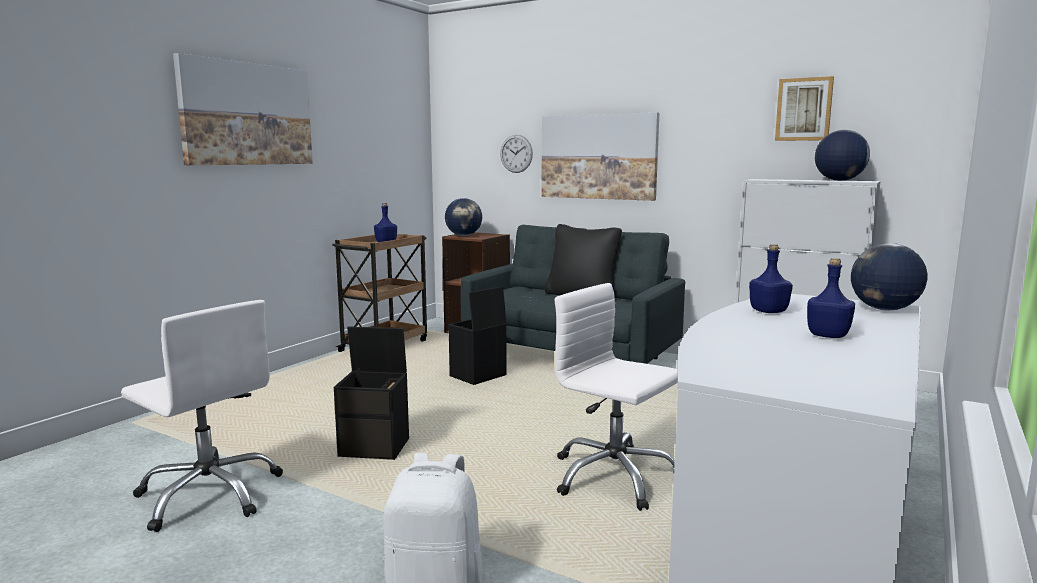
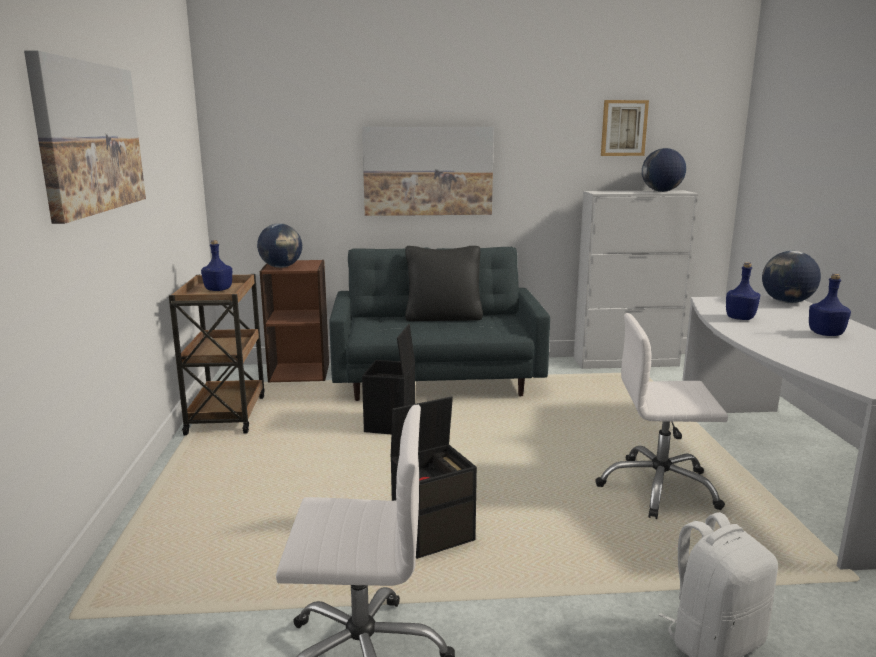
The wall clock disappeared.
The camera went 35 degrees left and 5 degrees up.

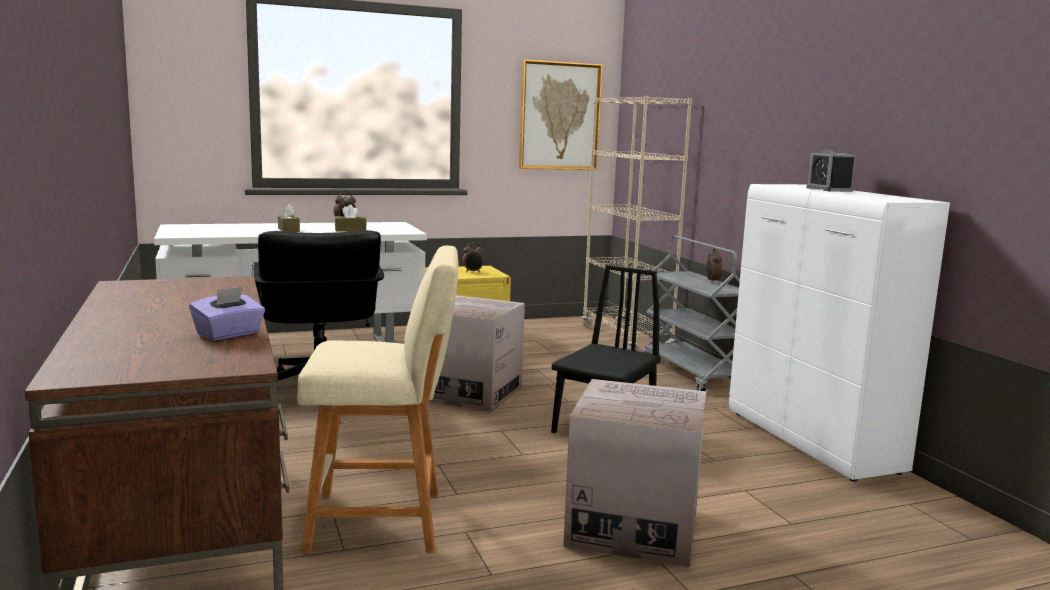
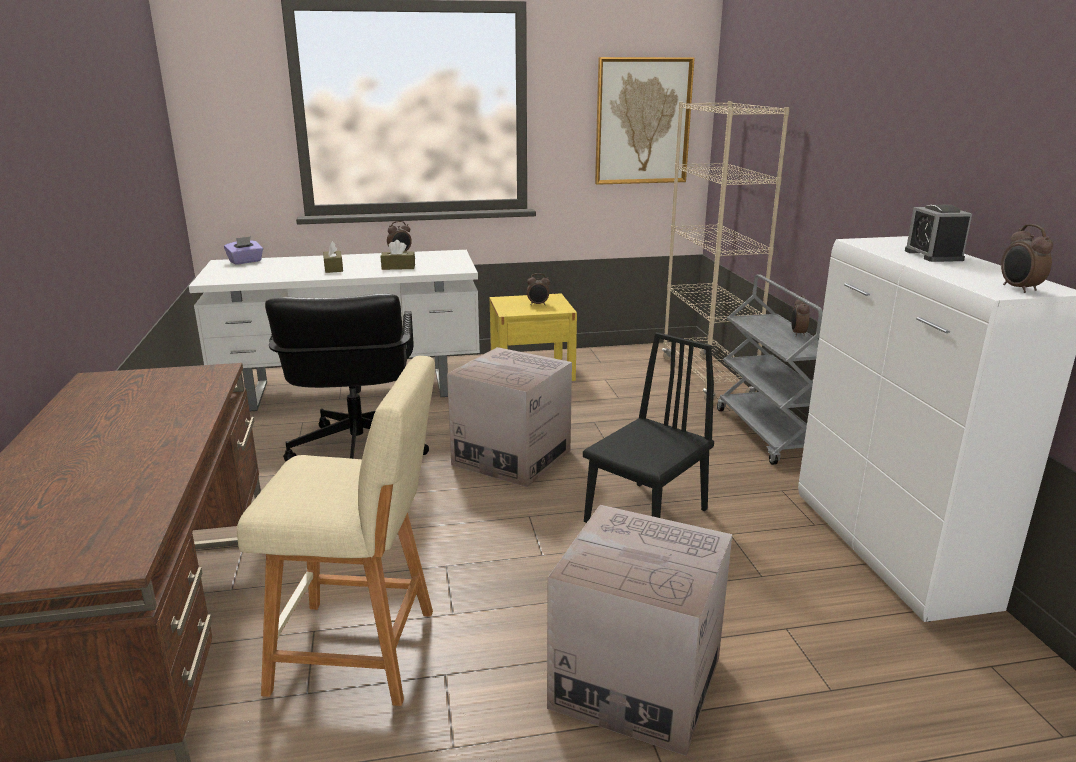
The bedside clock (5th from left) appeared.
The tissue holder (purple) moved.
The camera went 10 degrees right and 10 degrees up.

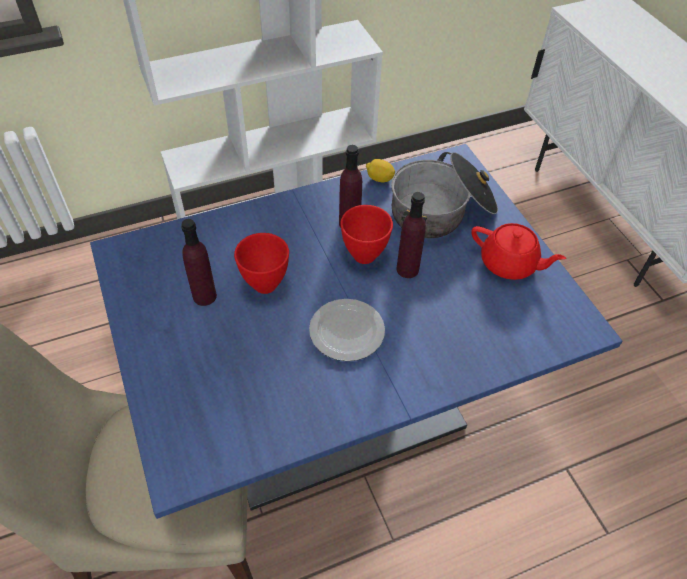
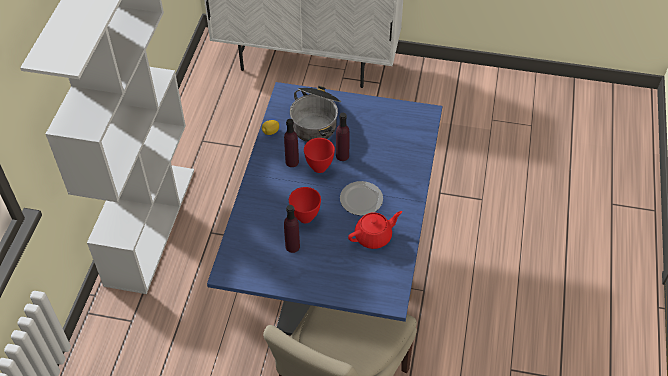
The teapot (reddish) moved.
The camera went 55 degrees left and 0 degrees up.

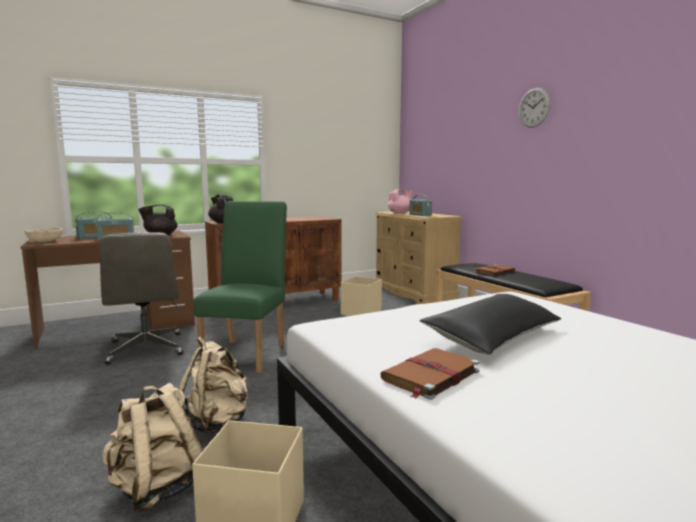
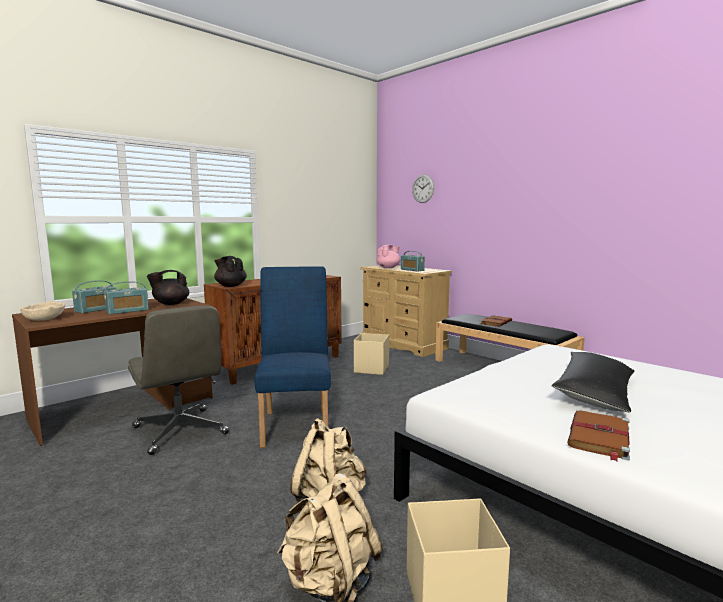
The wall clock moved.
The plain chair (green) became the plain chair (blue).
The camera went 15 degrees left and 0 degrees up.

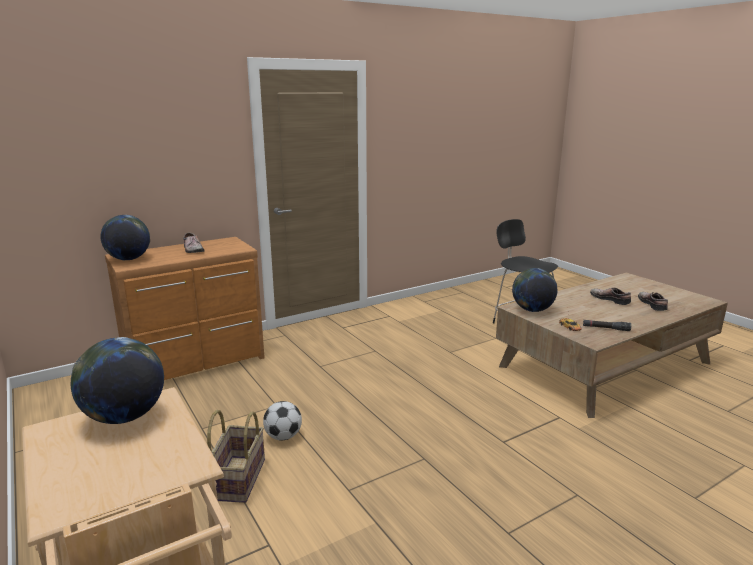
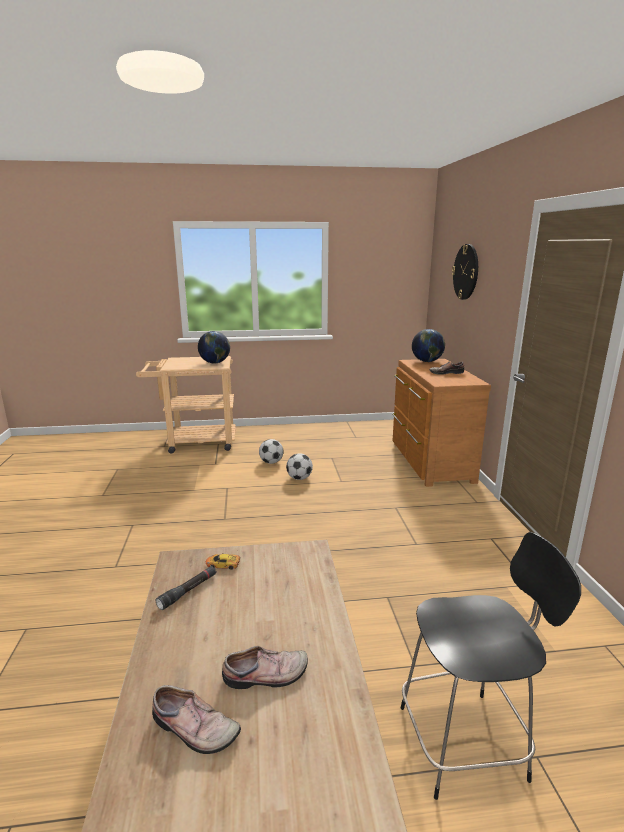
The world globe (3rd from left) disappeared.
The wall clock appeared.
The basket was replaced by the ball for football (1st from left).
The camera went 115 degrees right and 0 degrees up.

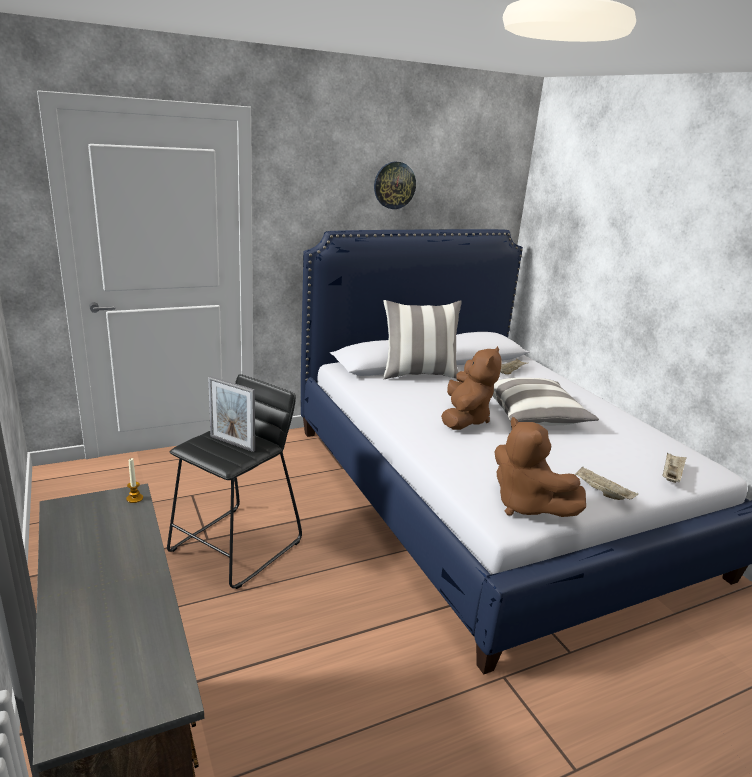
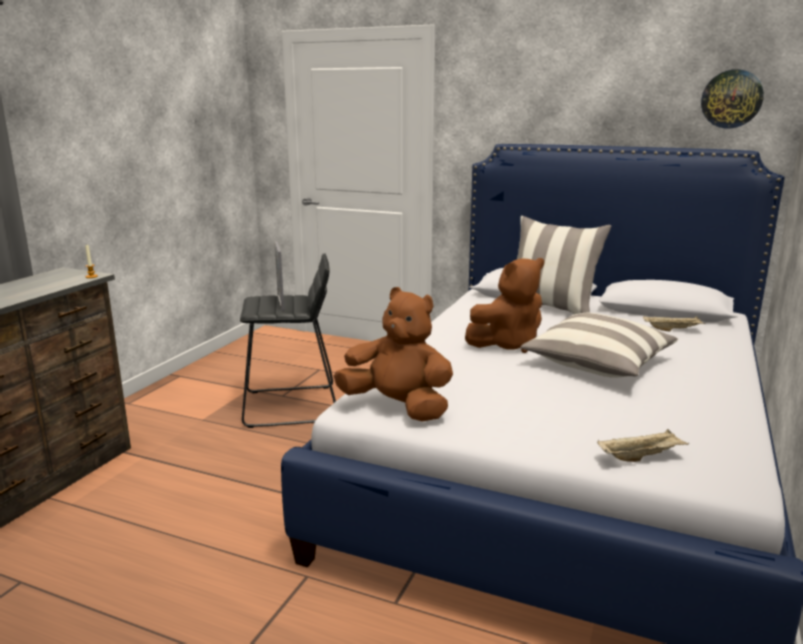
The tray (beige) (2nd from left) disappeared.
The wall clock moved.
The plush toy (brown) (2nd from left in the first image) turned 105 degrees clockwise.
The camera went 50 degrees right and 5 degrees down.

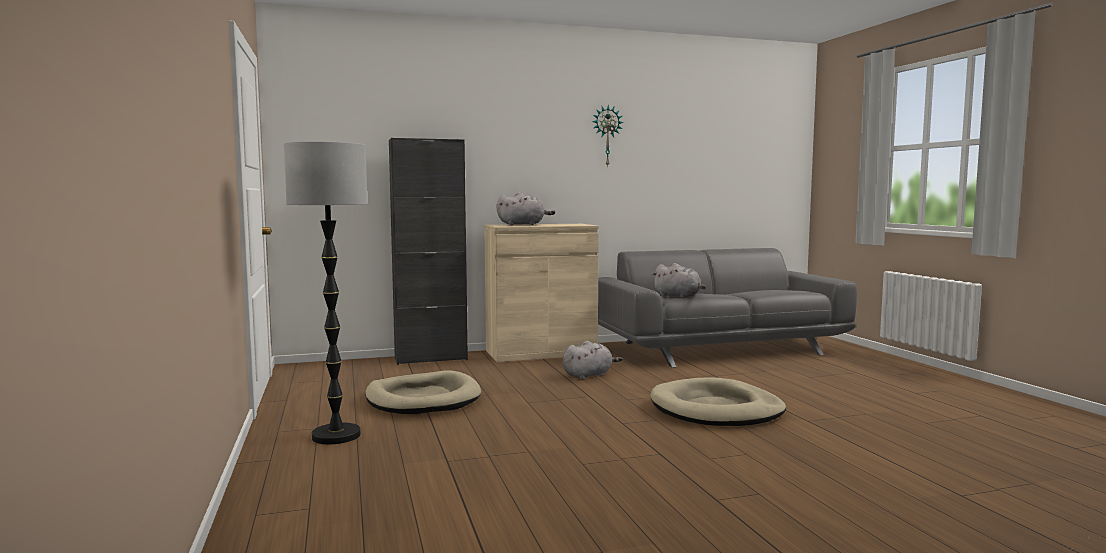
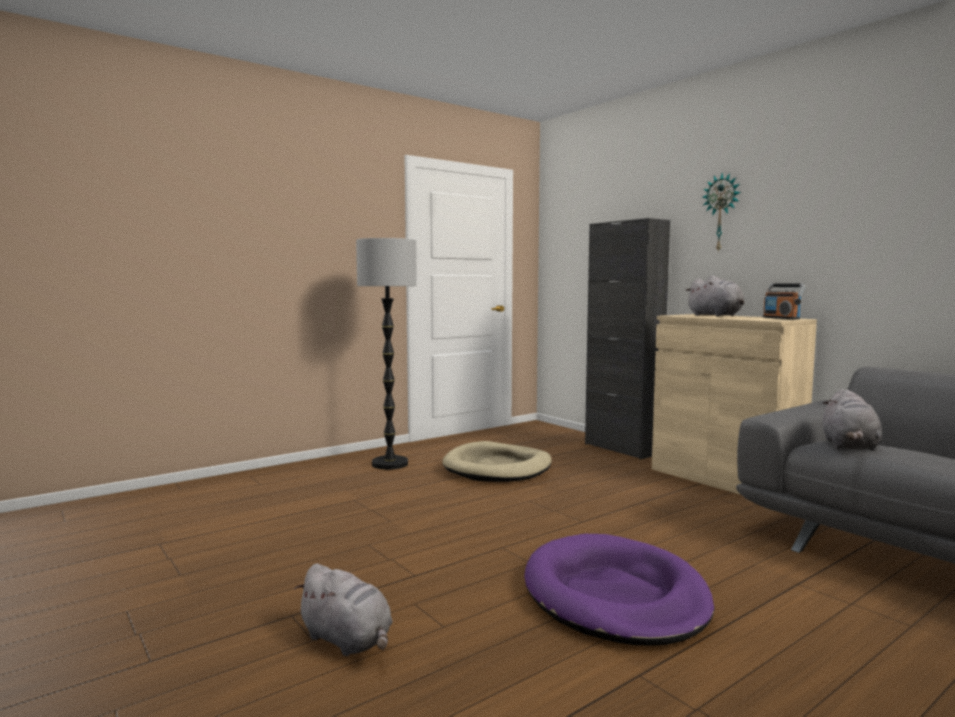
The radio appeared.
The plush toy (greyish) (2nd from left in the first image) moved.
The wall clock moved.
The dog cushion (beige) (2nd from left) became the dog cushion (purple).
The camera went 70 degrees right and 0 degrees up.

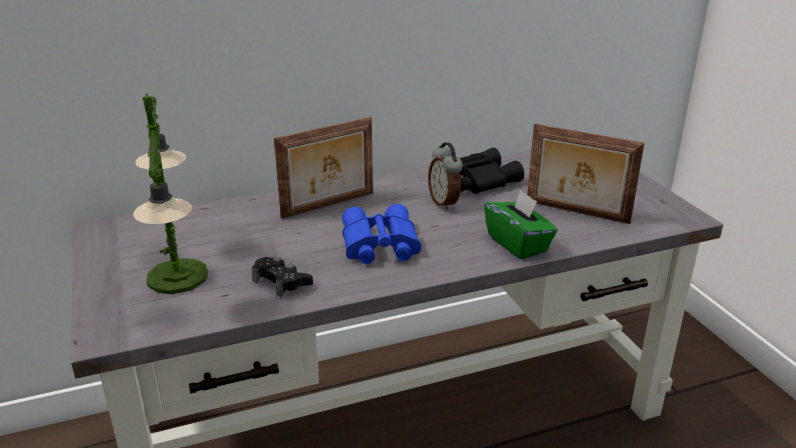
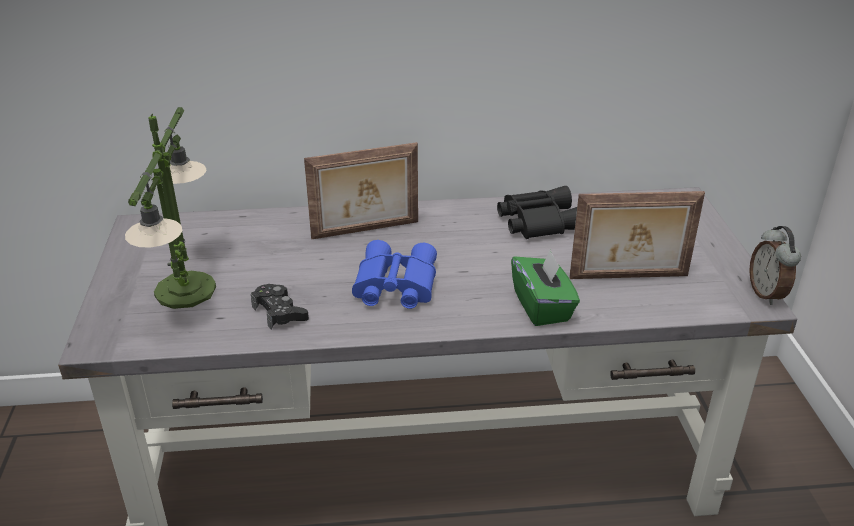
The bedside clock moved.
The photo frame (2nd from left) turned 45 degrees counterclockwise.
The camera went 15 degrees right and 5 degrees up.

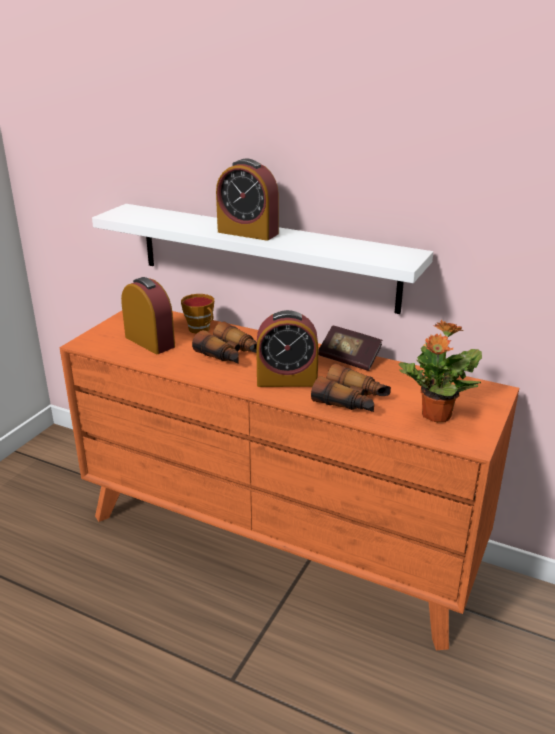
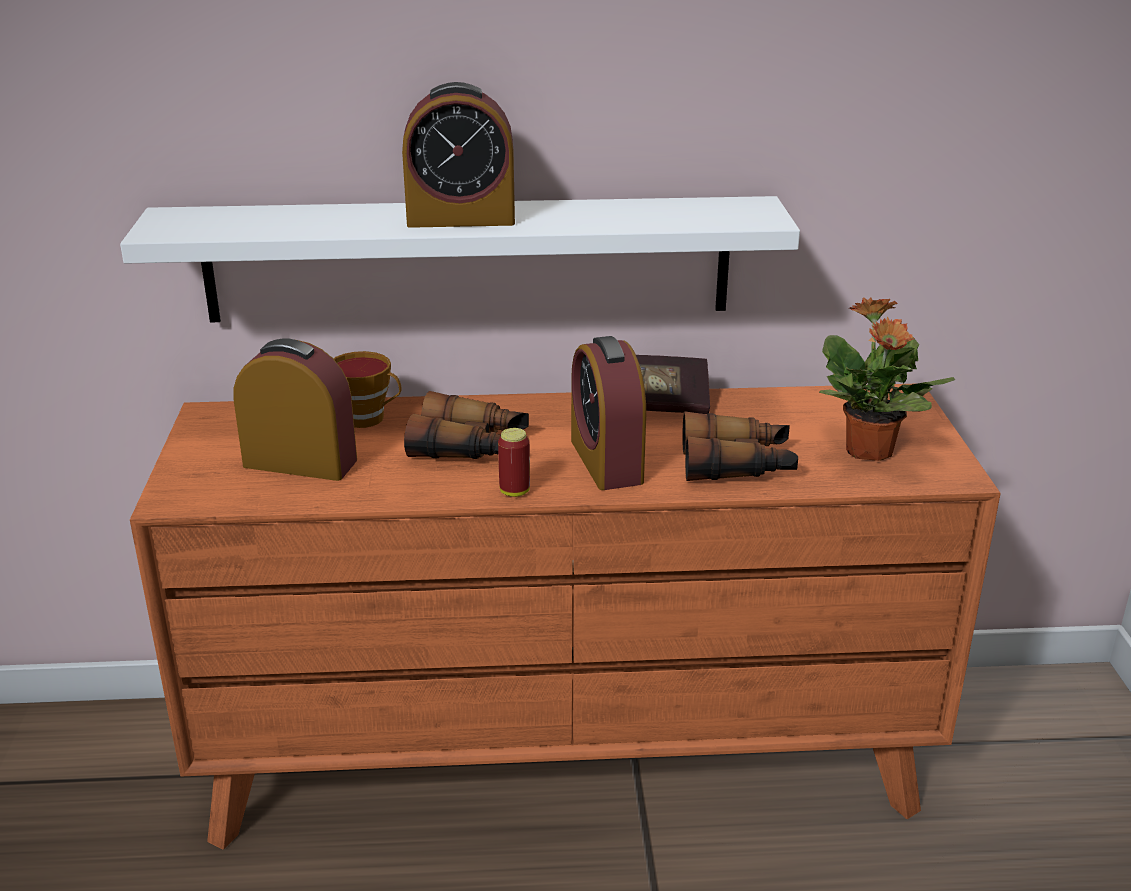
The sealed can appeared.
The bedside clock (3rd from left) turned 105 degrees clockwise.
The camera went 30 degrees left and 0 degrees up.

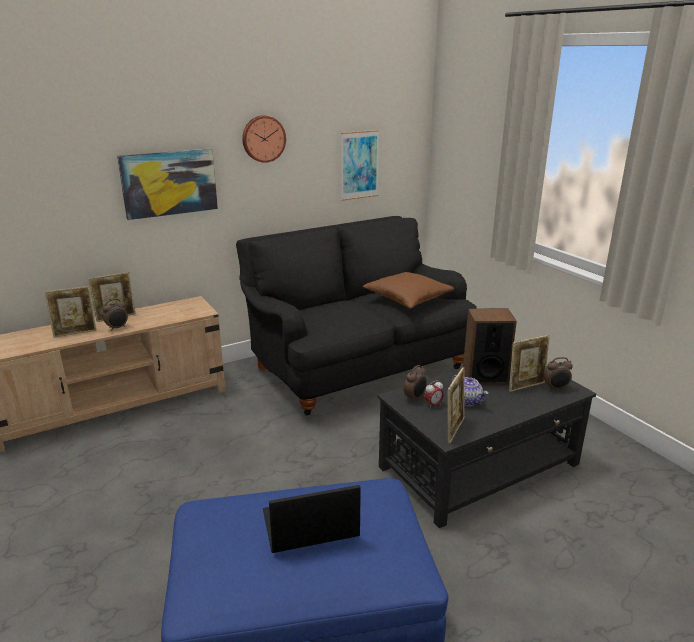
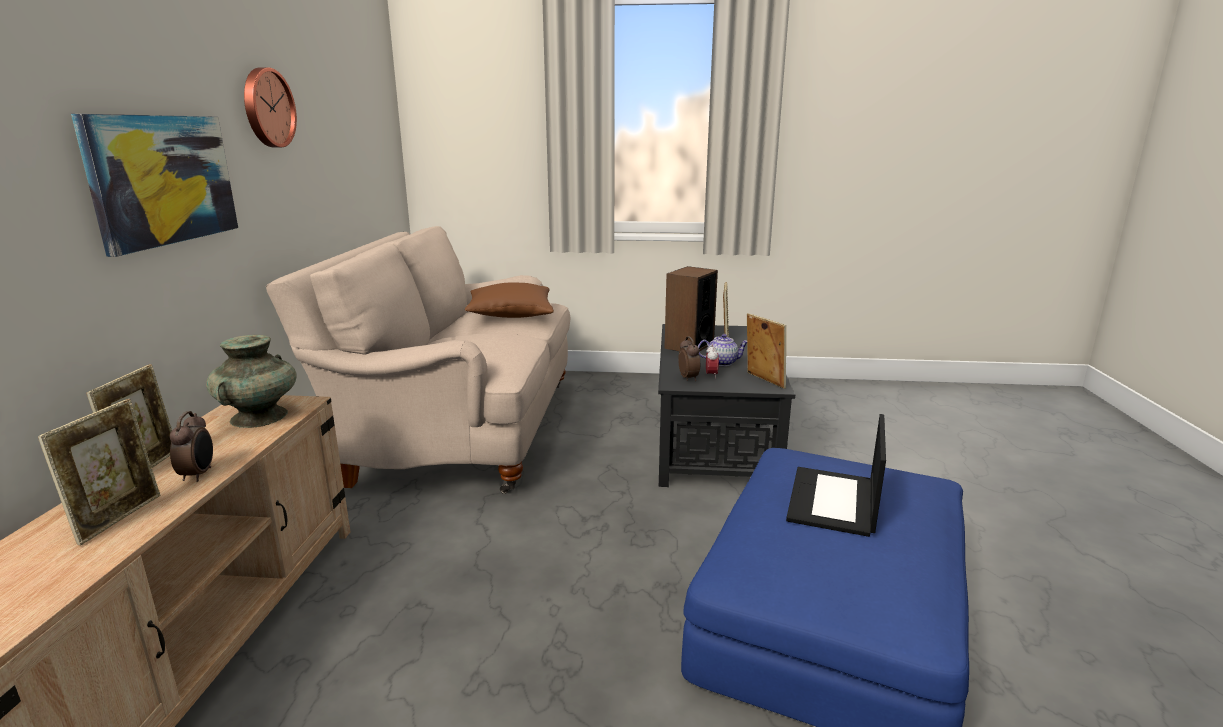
The wall art (2nd from left) disappeared.
The bedside clock (4th from left) disappeared.
The flower vase (blue-green) appeared.
The settee (black-coloured) became the settee (beige).
The camera went 55 degrees left and 5 degrees down.

